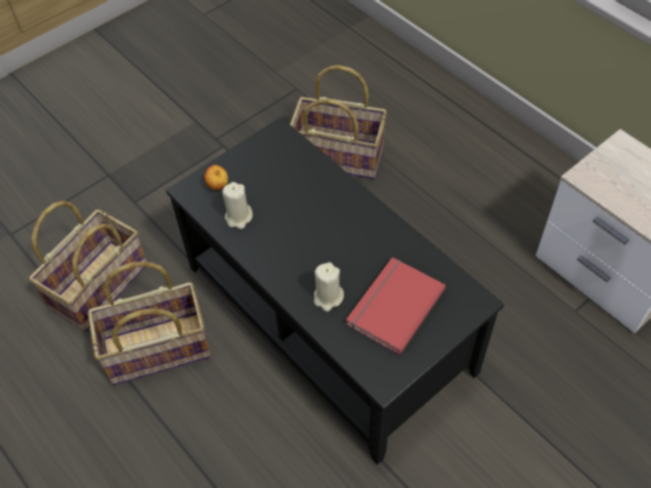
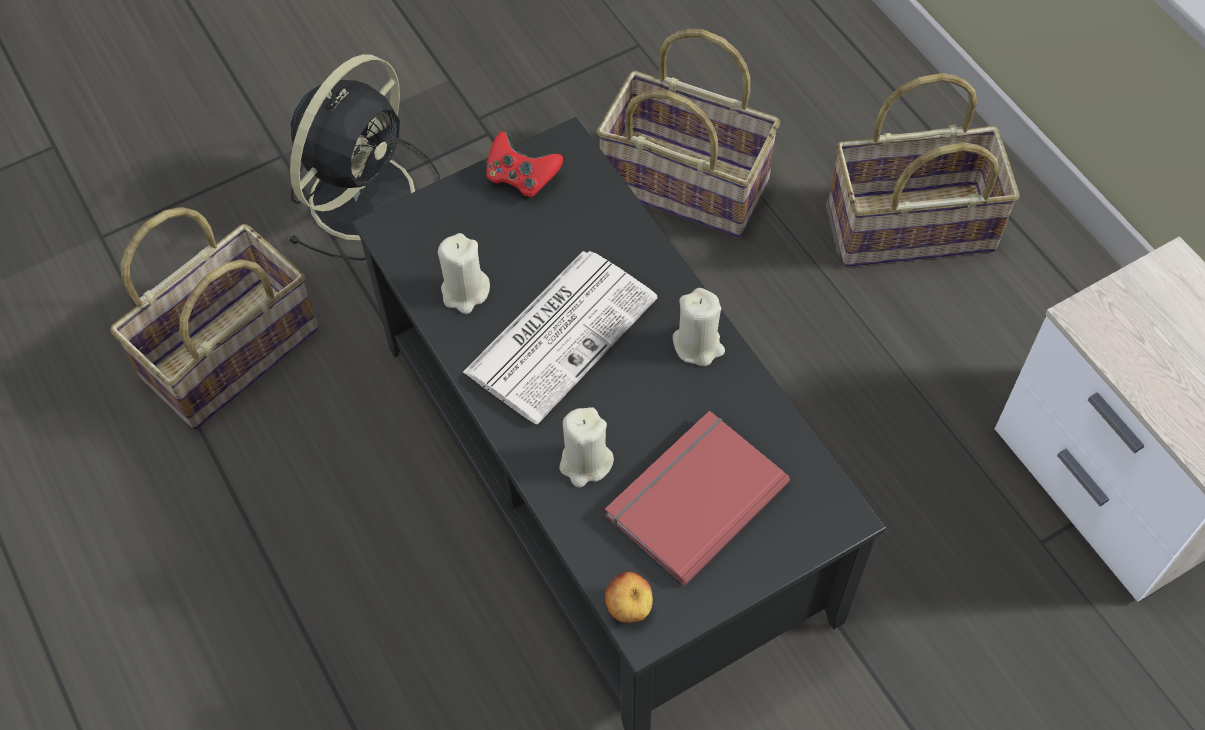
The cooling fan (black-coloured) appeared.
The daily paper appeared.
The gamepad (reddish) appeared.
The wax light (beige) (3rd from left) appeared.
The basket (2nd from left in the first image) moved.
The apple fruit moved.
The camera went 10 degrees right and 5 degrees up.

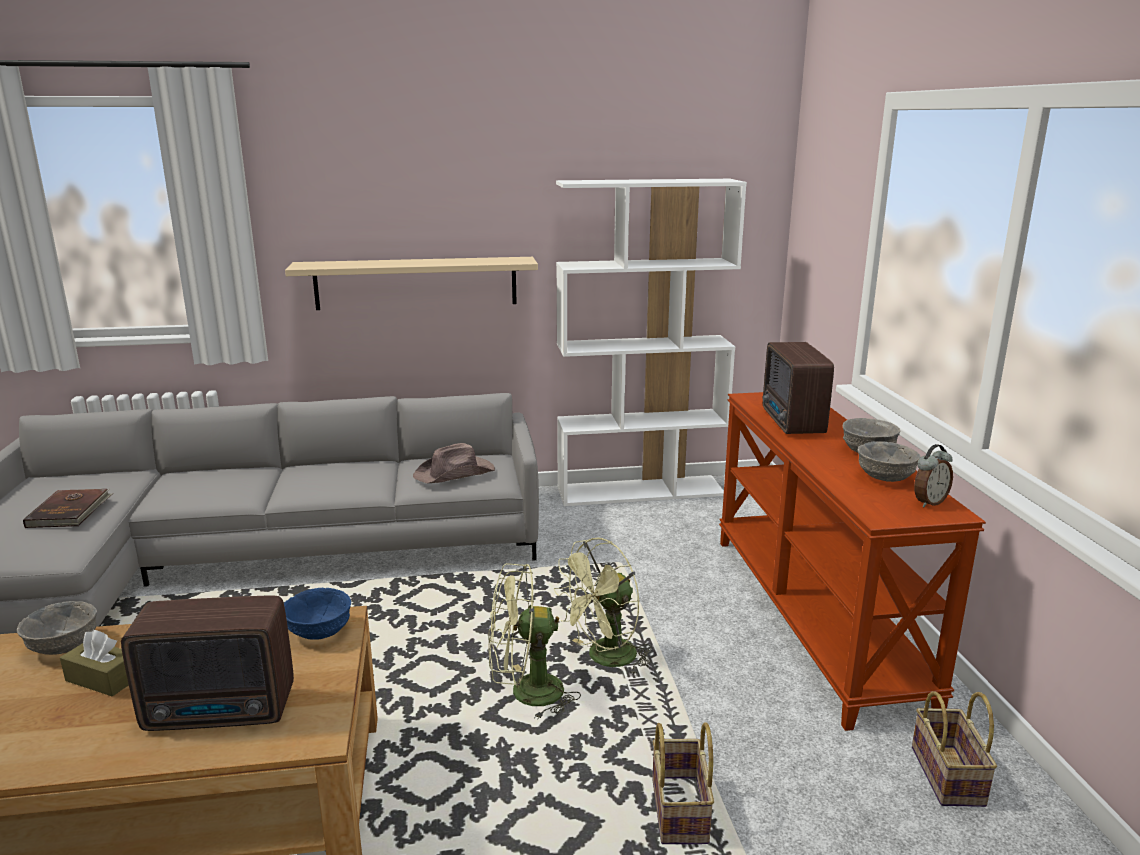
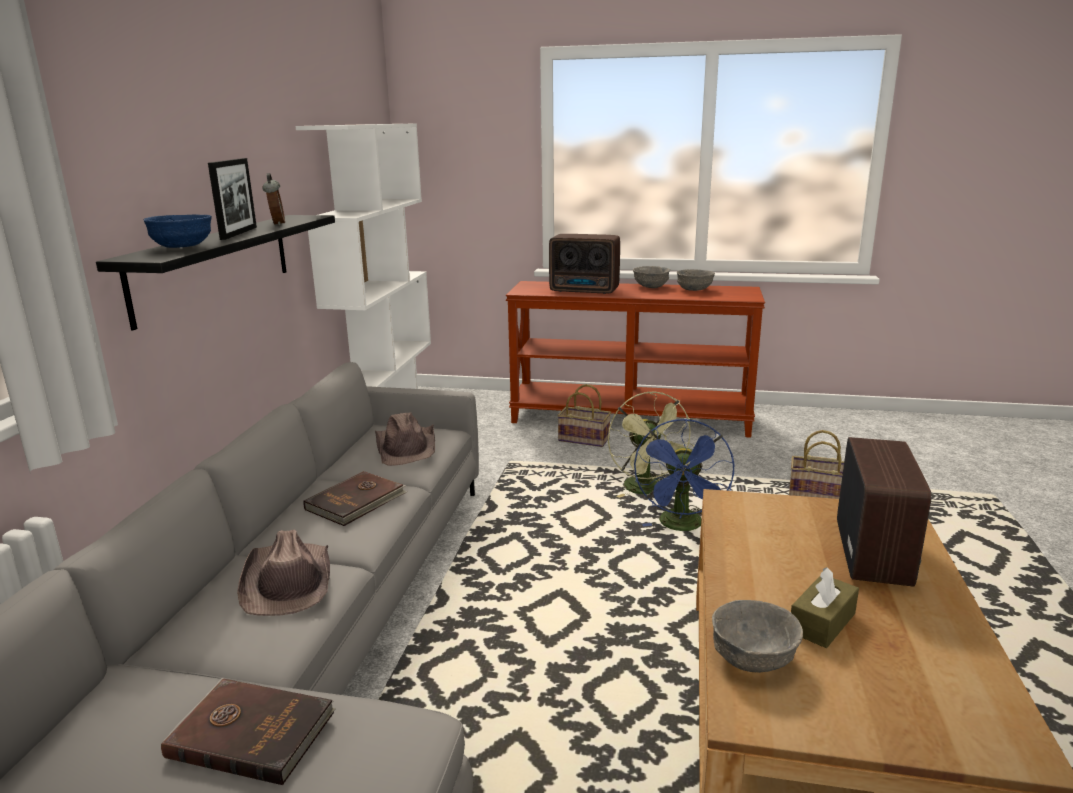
The photo frame appeared.
The clothing hat (brown) (1st from left) appeared.
The volume (brown) (2nd from left) appeared.
The bowl (blue) moved.
The basket (2nd from left in the first image) moved.
The bedside clock moved.
The bracket shelf (beige) became the bracket shelf (black-coloured).
The cooling fan (green) (1st from left) became the cooling fan (blue).
The camera went 70 degrees left and 0 degrees up.

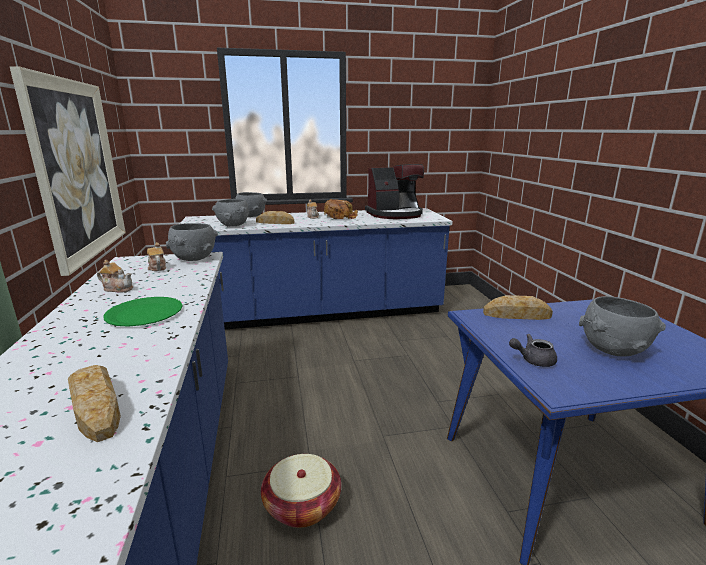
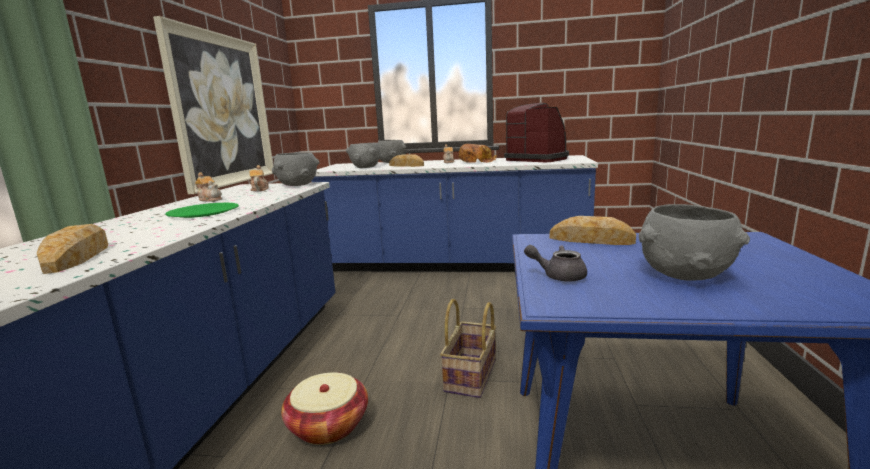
The basket (2nd from left) appeared.
The coffee maker turned 135 degrees counterclockwise.
The camera went 20 degrees right and 5 degrees down.

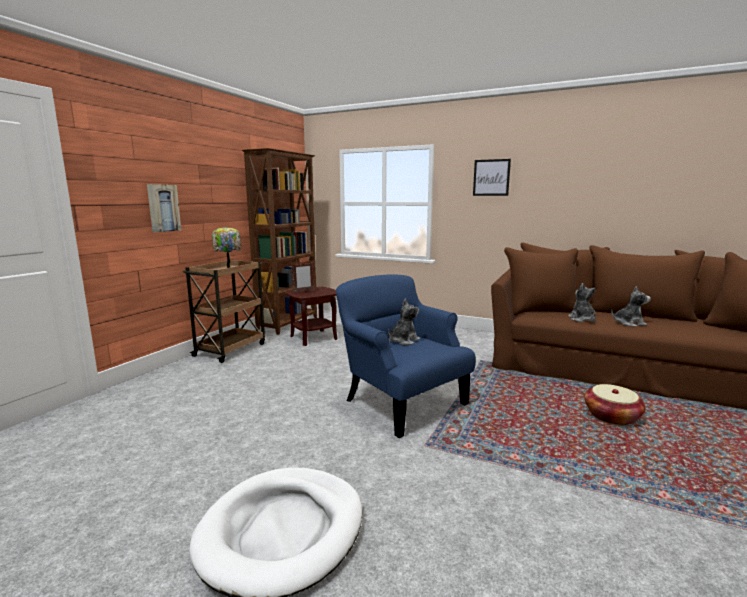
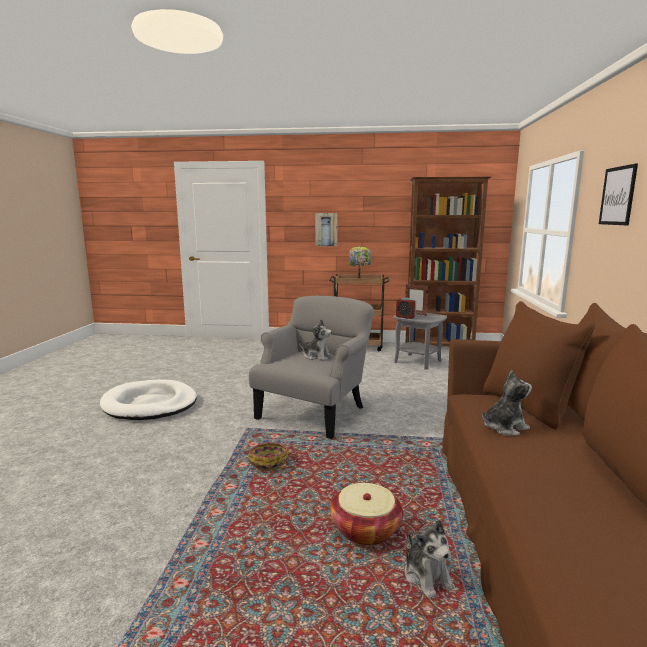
The basket (1st from left) appeared.
The bedside clock appeared.
The plush toy (3rd from left in the first image) moved.
The side table (brown) became the side table (greyish).
The armchair (blue) became the armchair (greyish).
The camera went 70 degrees right and 0 degrees up.

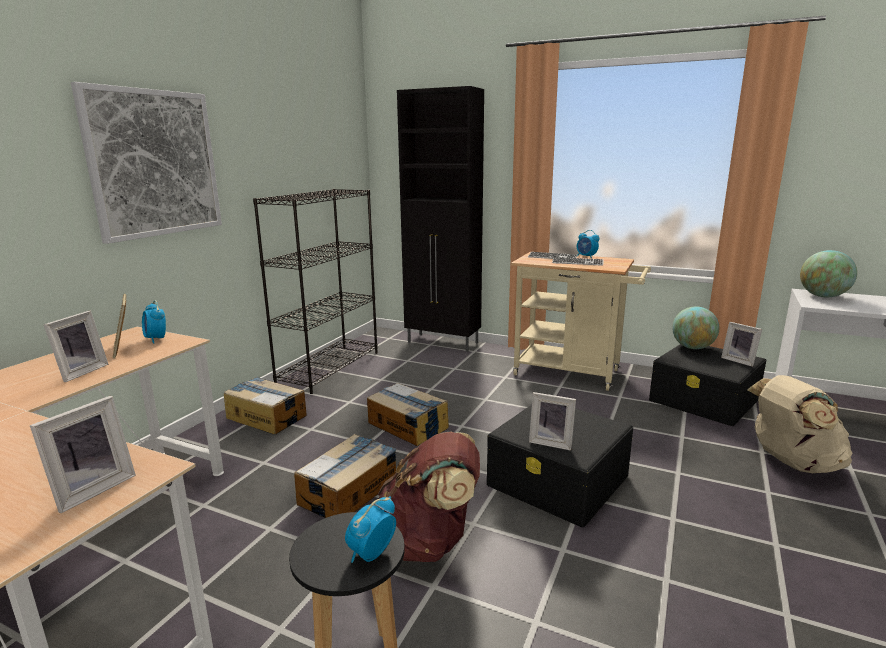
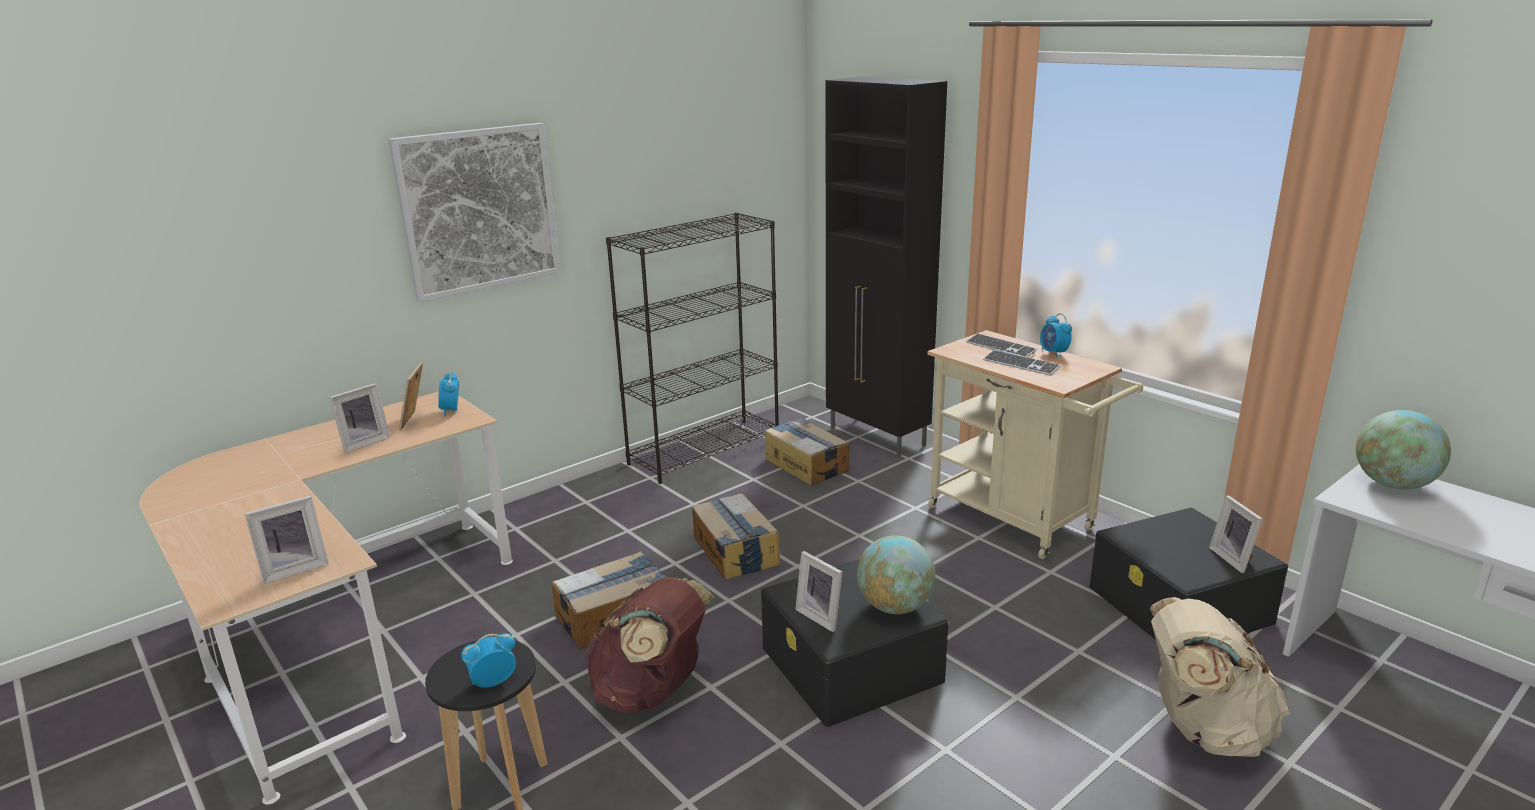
The cardboard box (1st from left in the first image) moved.
The world globe (1st from left) moved.
The camera went 25 degrees right and 5 degrees up.

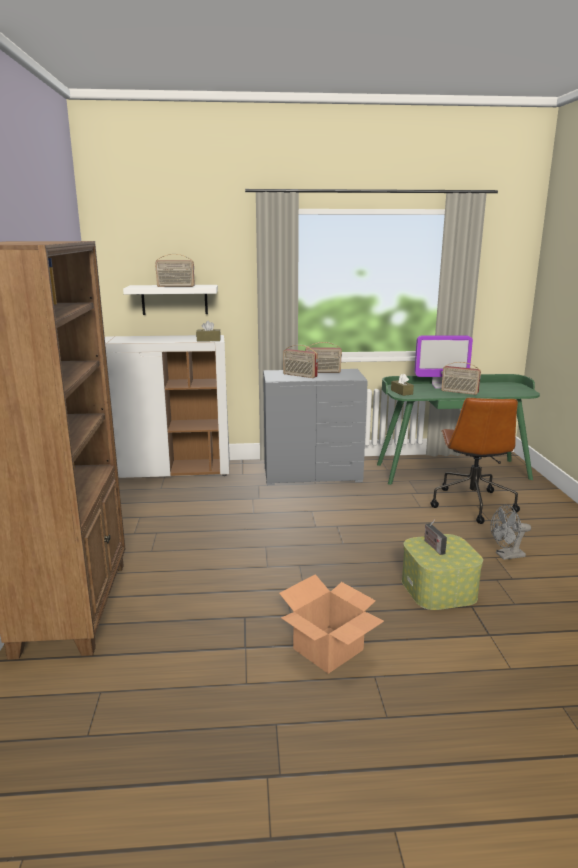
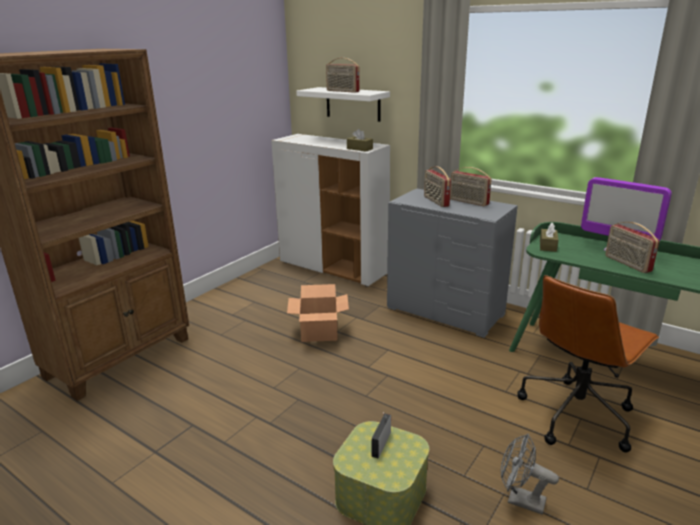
The cardboard box moved.
The camera went 40 degrees right and 5 degrees up.

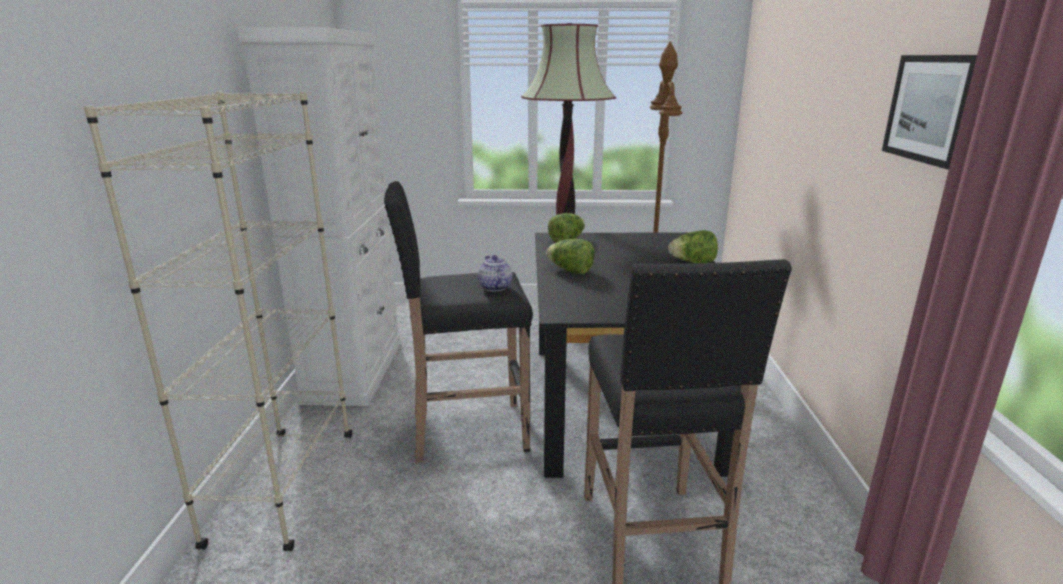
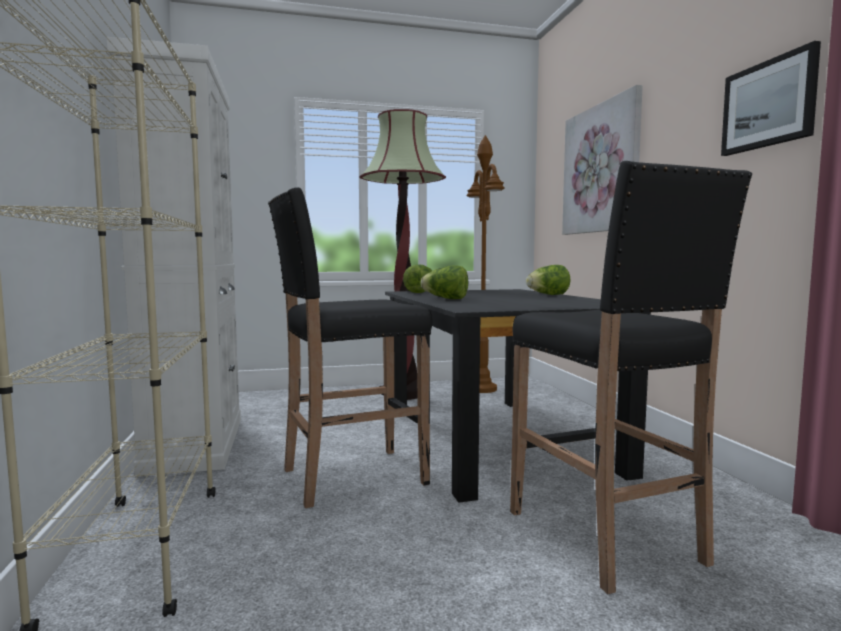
The teapot disappeared.
The wall art (1st from left) appeared.
The camera went 15 degrees left and 15 degrees down.

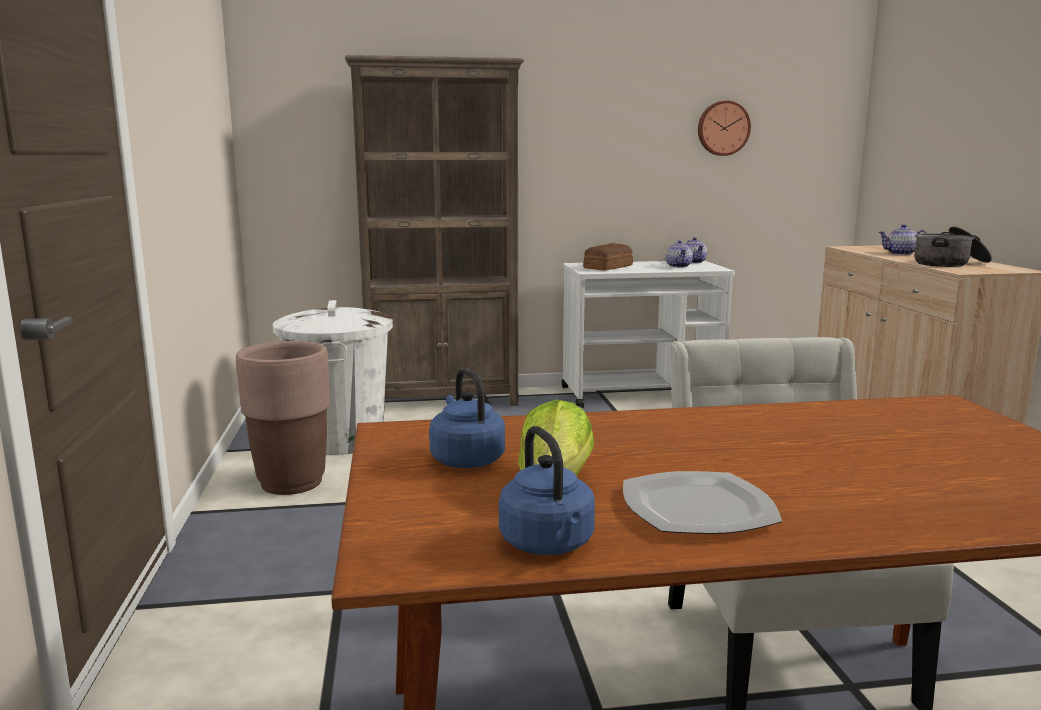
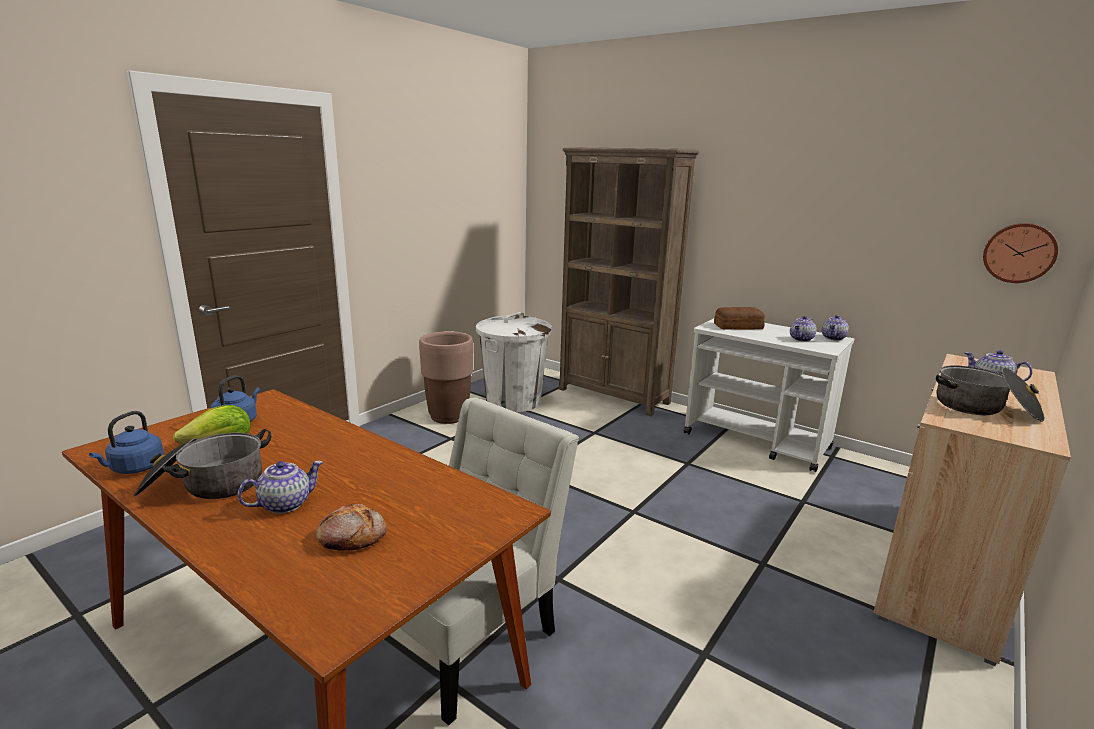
The teapot (1st from left) appeared.
The baked bread (1st from left) appeared.
The wall clock moved.
The plate was replaced by the stockpot (1st from left).
The camera went 45 degrees right and 5 degrees up.

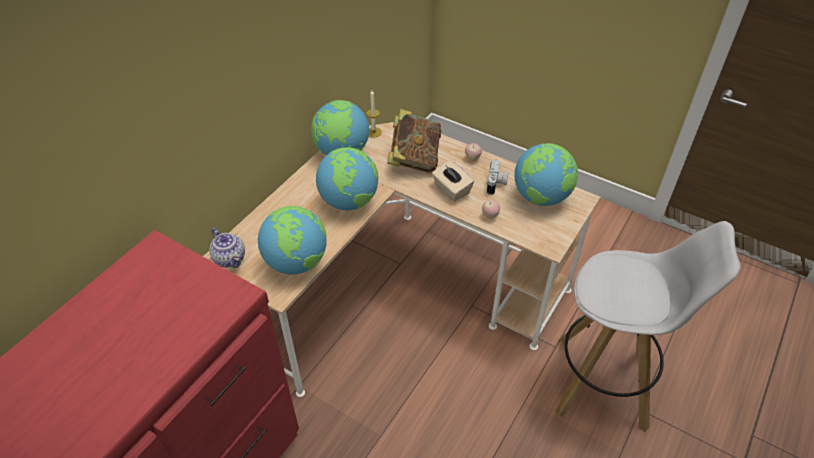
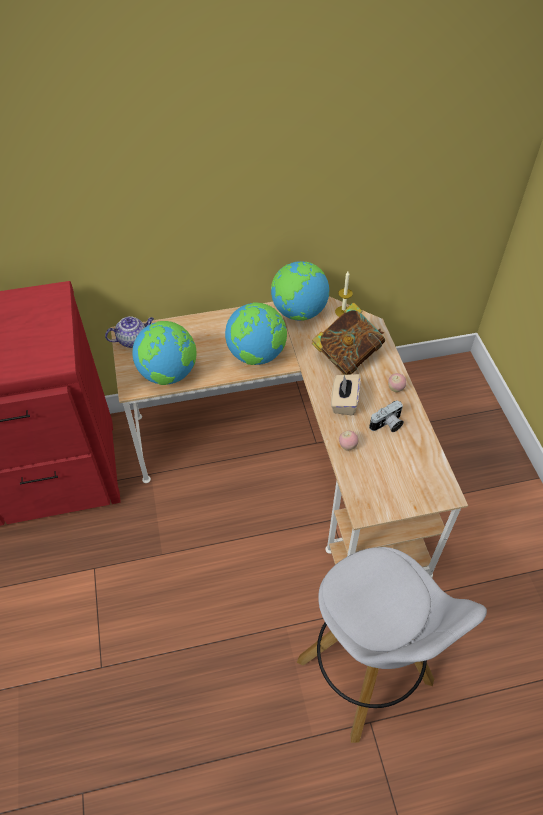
The world globe (4th from left) disappeared.
The teapot turned 120 degrees counterclockwise.
The camera went 45 degrees right and 5 degrees up.

